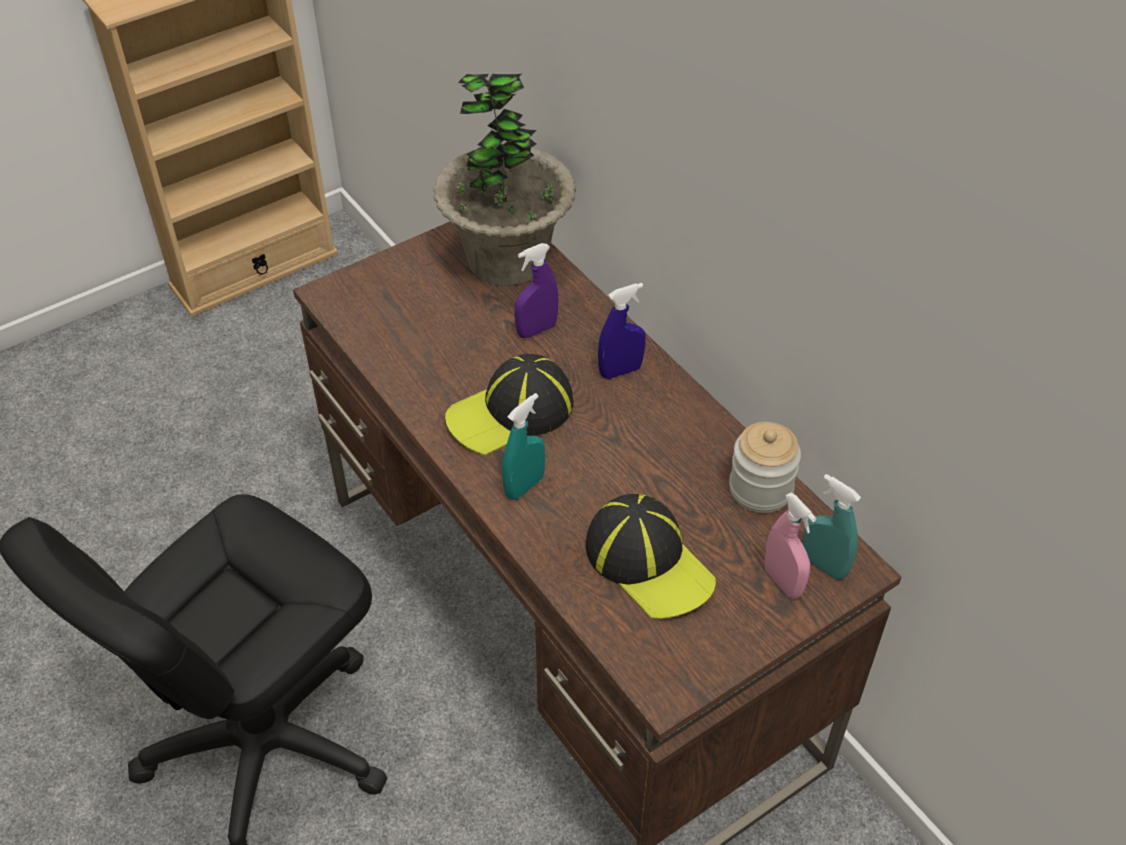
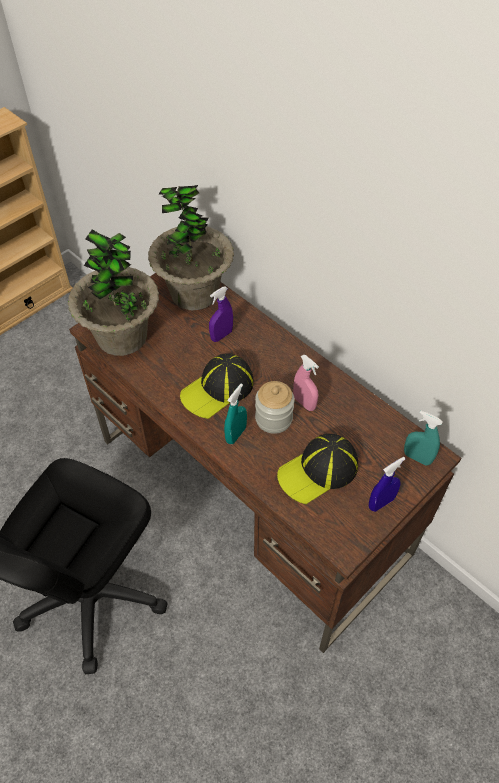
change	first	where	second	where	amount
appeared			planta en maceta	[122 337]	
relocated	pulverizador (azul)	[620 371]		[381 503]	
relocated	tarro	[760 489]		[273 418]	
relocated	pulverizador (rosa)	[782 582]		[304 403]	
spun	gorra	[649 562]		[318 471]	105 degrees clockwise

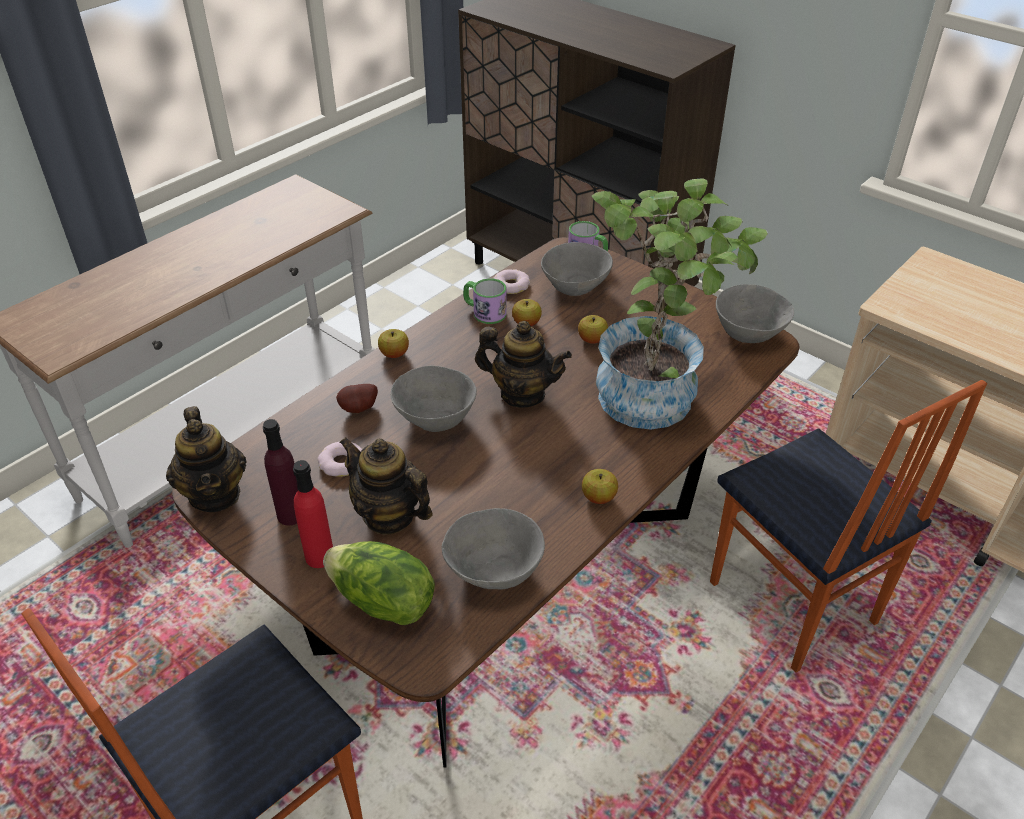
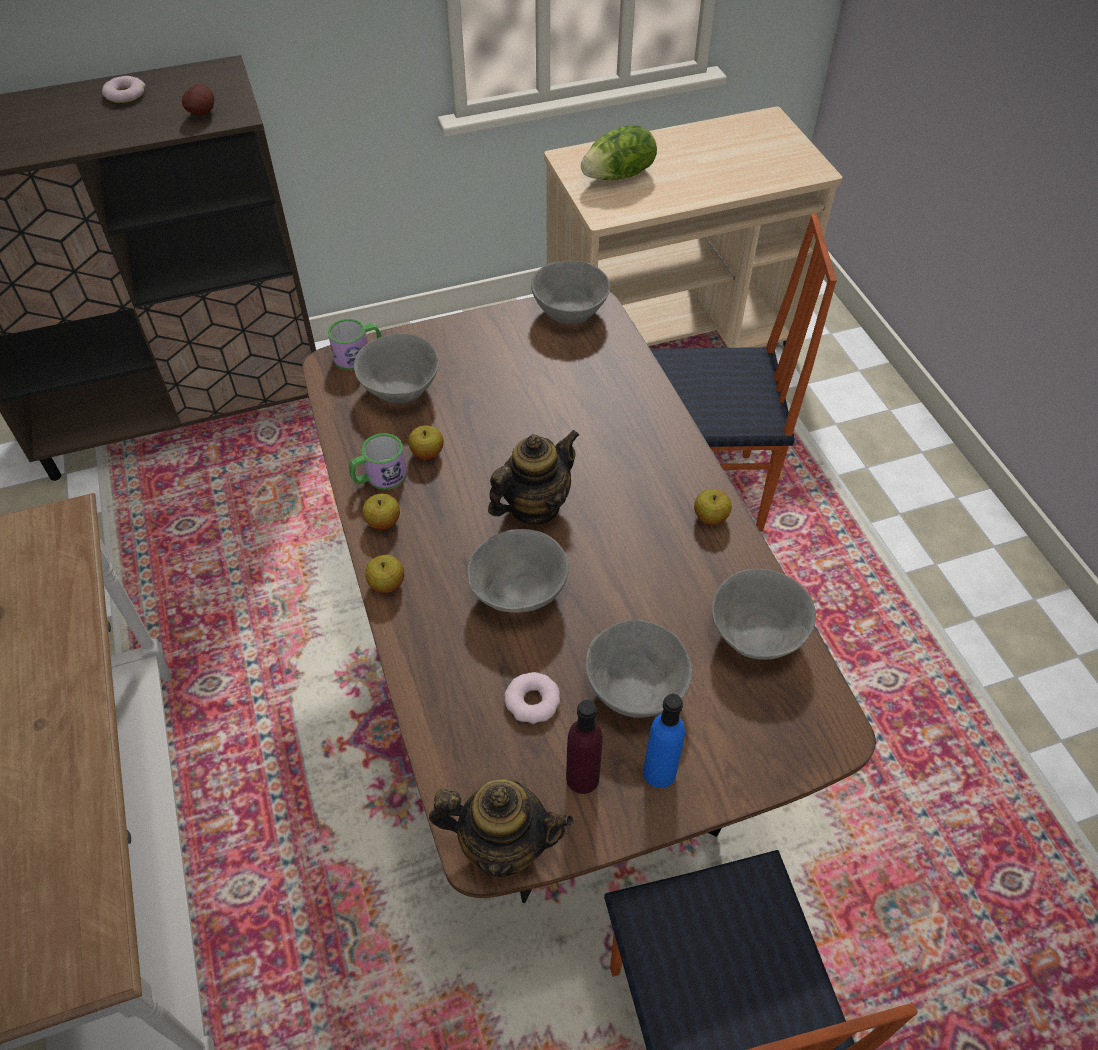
change	first	where	second	where	amount
missing	planta en maceta	[657 391]			
relocated	lechuga	[382 603]		[619 175]	
relocated	patata	[360 409]		[203 113]	
relocated	rosquilla	[511 285]		[125 94]	
relocated	manzana	[592 340]		[383 522]	
exchanged	tetera	[389 515]	cuenco (gris)	[636 689]	
colour	botella (rojo)	[319 556]	botella (azul)	[659 772]	

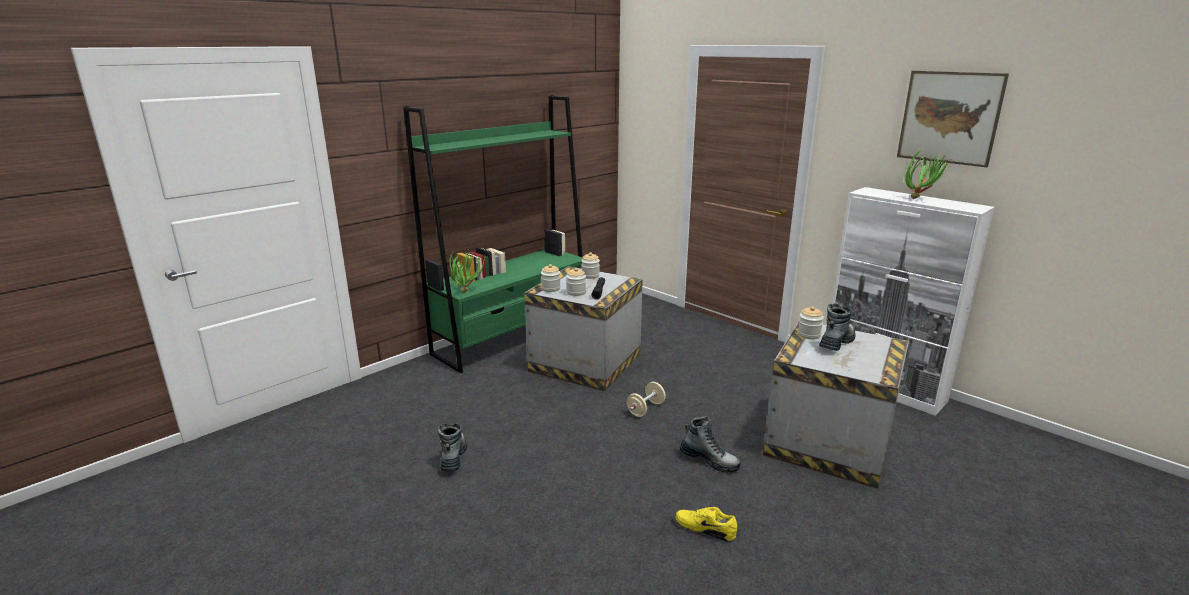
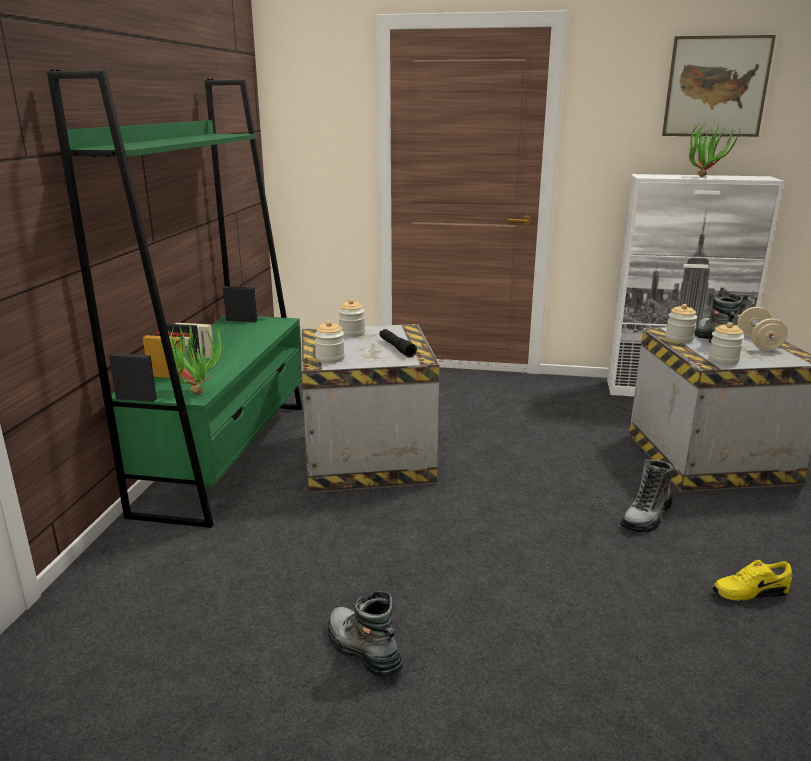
change	first	where	second	where	amount
relocated	tarro	[576 292]		[723 360]	
relocated	mancuerna (beis)	[645 409]		[758 343]	
spun	bota	[709 460]		[646 517]	135 degrees clockwise

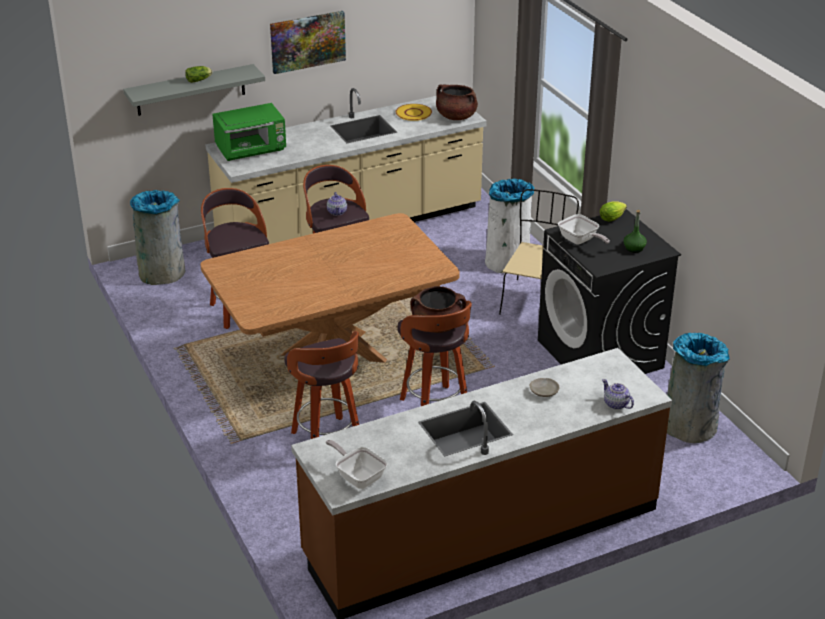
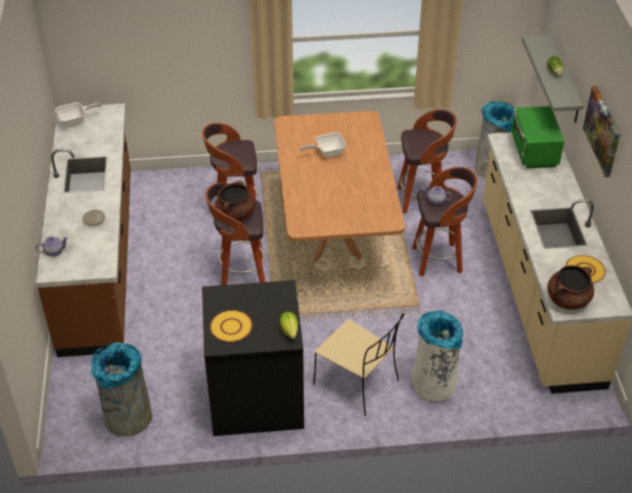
change	first	where	second	where	amount
relocated	sartén	[580 241]		[327 153]	
exchanged	botella (verde)	[634 248]	plato (amarillo)	[231 327]	

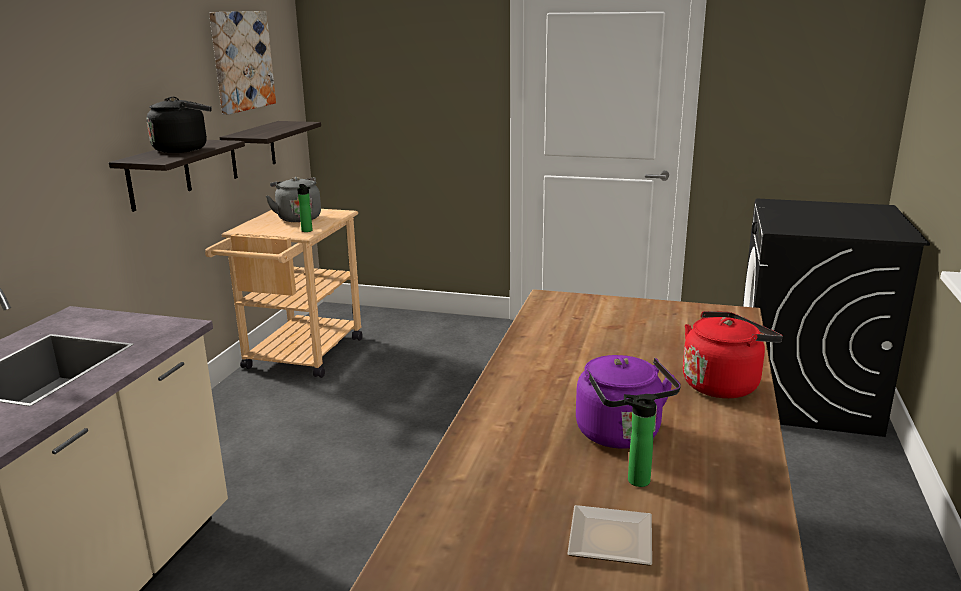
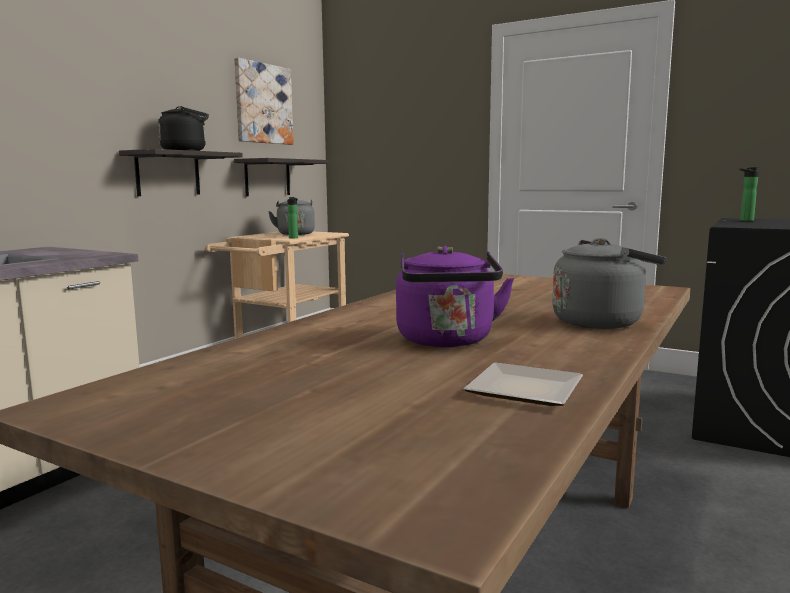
change	first	where	second	where	amount
relocated	plato	[613 538]		[529 389]	
relocated	botella	[635 480]		[744 220]	
colour	hervidor (rojo)	[723 384]	hervidor (gris)	[601 322]	

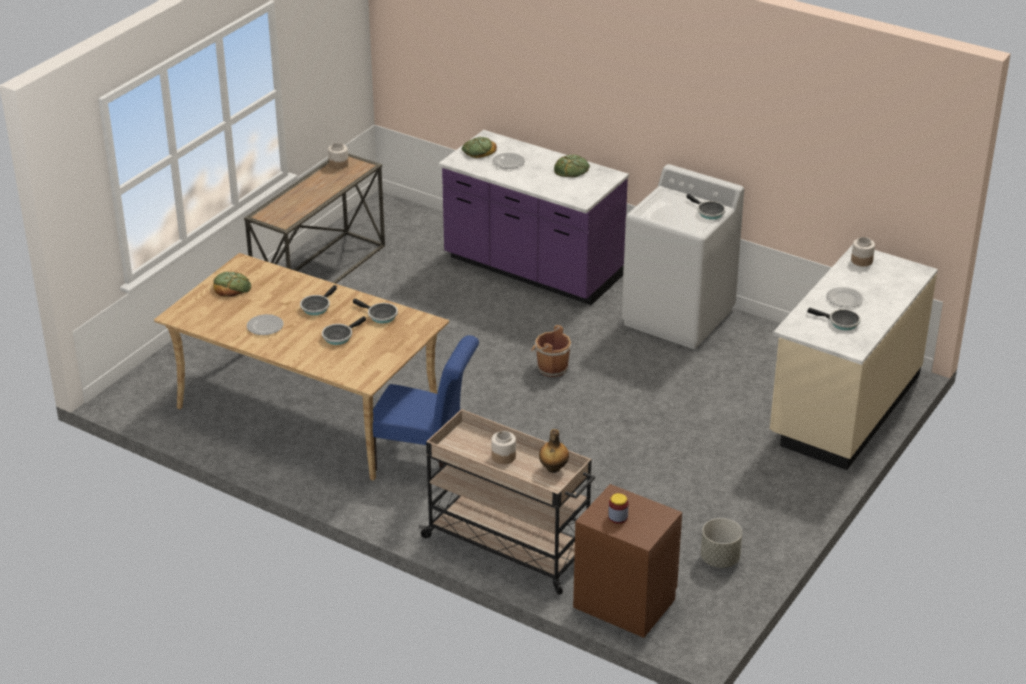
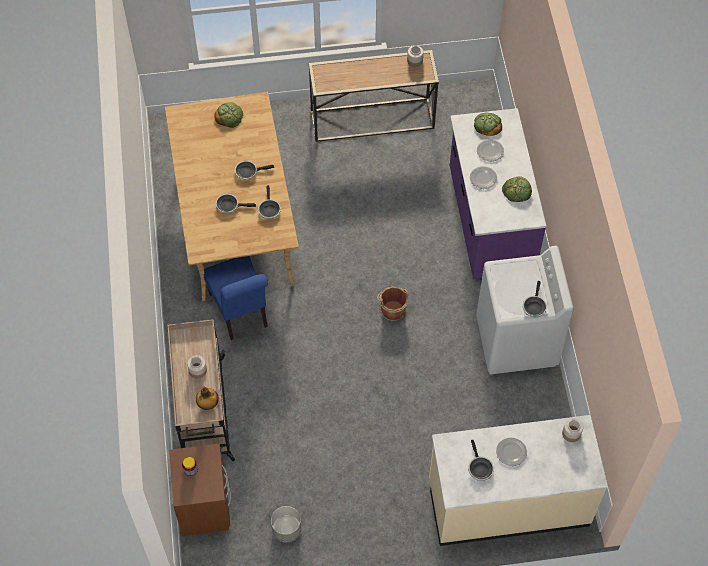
change	first	where	second	where	amount
relocated	plato	[265 326]		[483 178]	

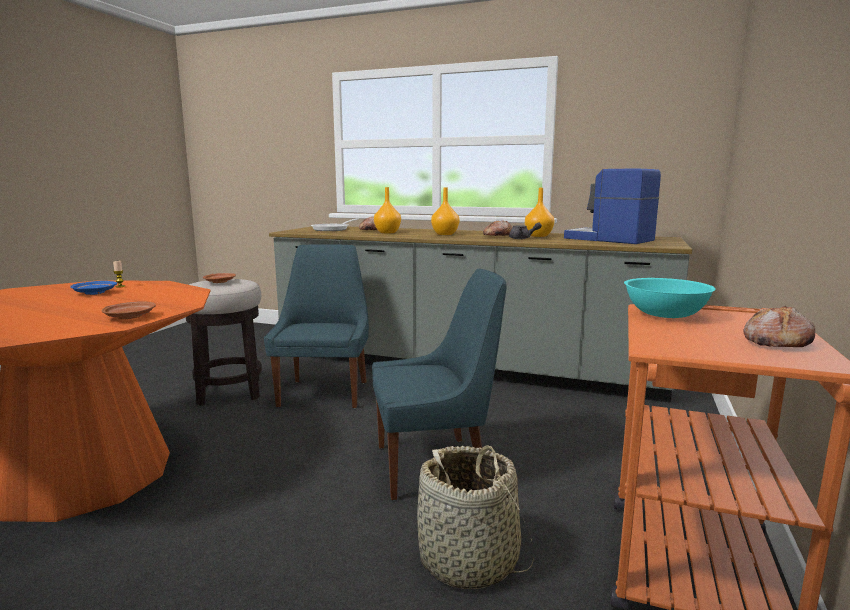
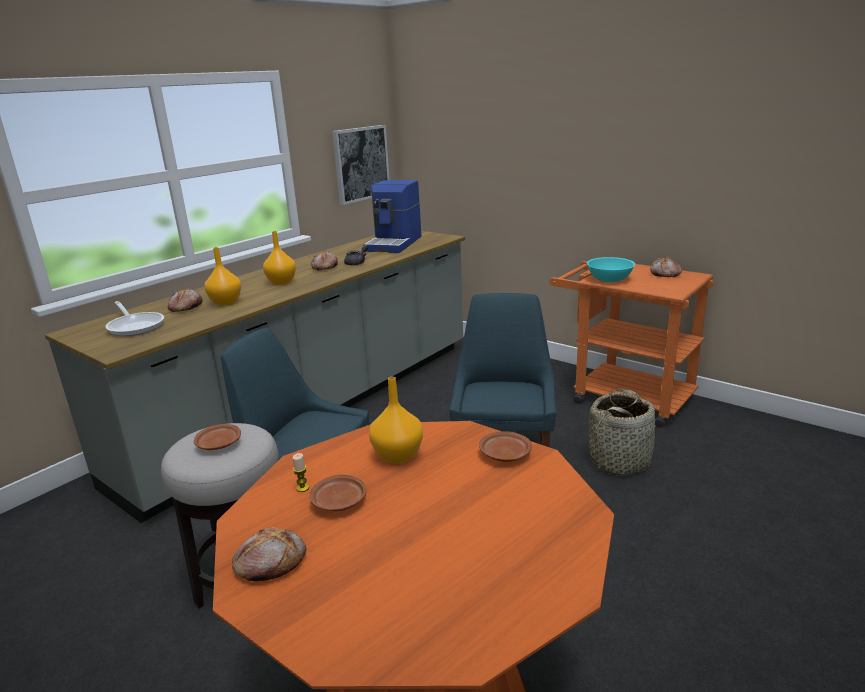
change	first	where	second	where	amount
appeared			pan	[270 563]	
appeared			cuadro	[361 164]	
relocated	florero (naranja)	[538 236]		[396 455]	
colour	plato (azul)	[94 293]	plato (marrón)	[339 502]	
spun	cafetera	[609 239]		[394 243]	45 degrees counterclockwise

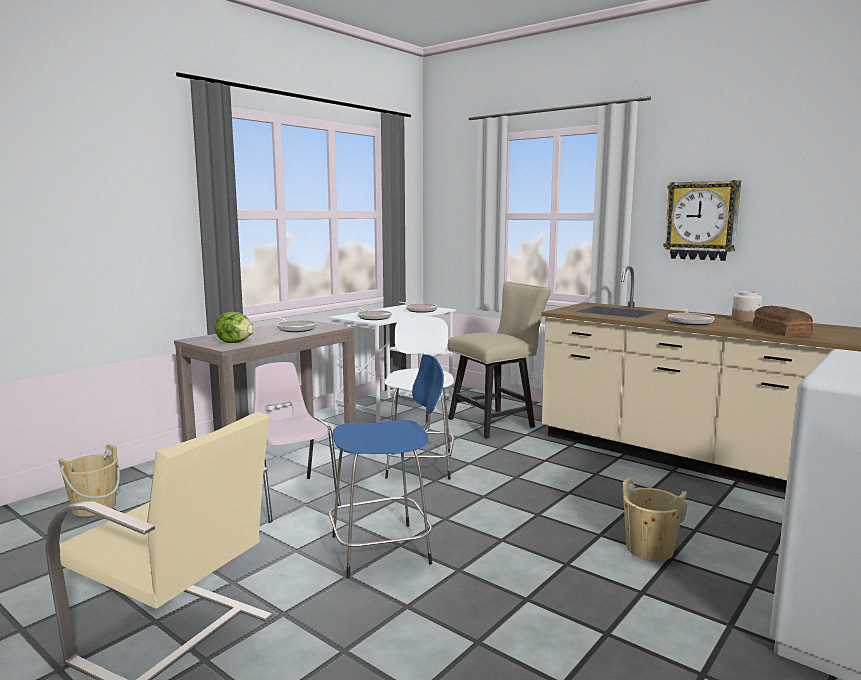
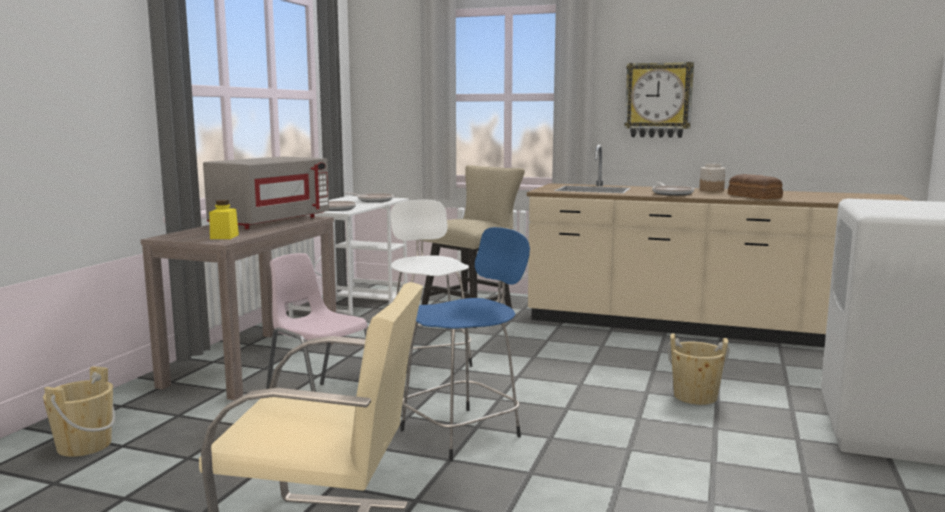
change	first	where	second	where	amount
exchanged	lechuga	[235 342]	tarro (amarillo)	[224 237]	
exchanged	sartén	[296 329]	microondas (gris)	[270 222]	

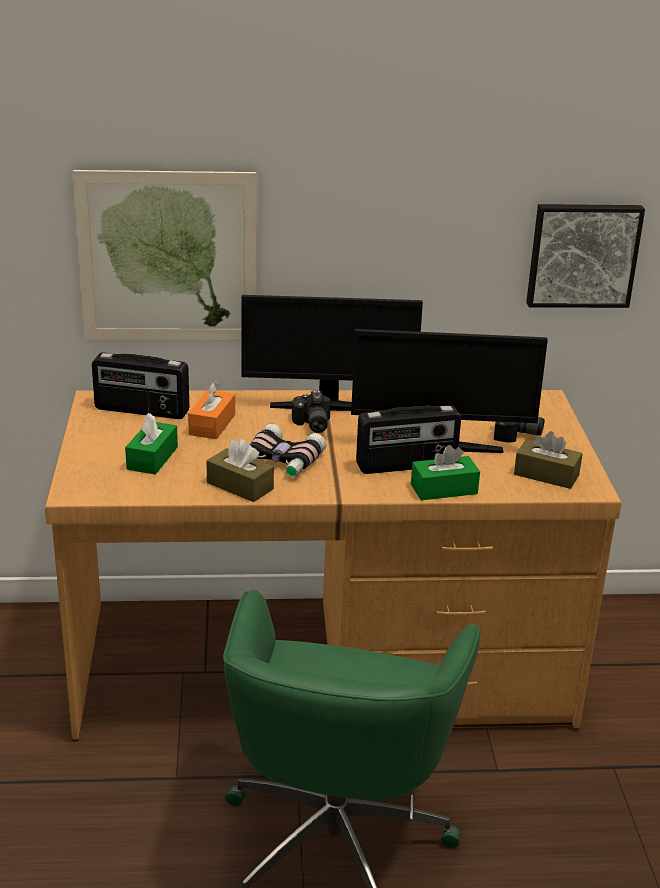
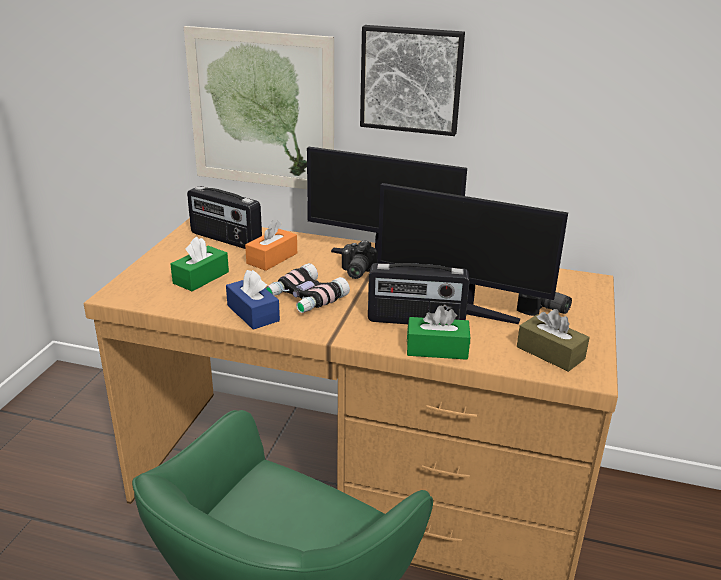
change	first	where	second	where	amount
relocated	cuadro	[582 254]		[411 79]	
colour	caja de pañuelos (marrón)	[240 486]	caja de pañuelos (azul)	[253 313]	

